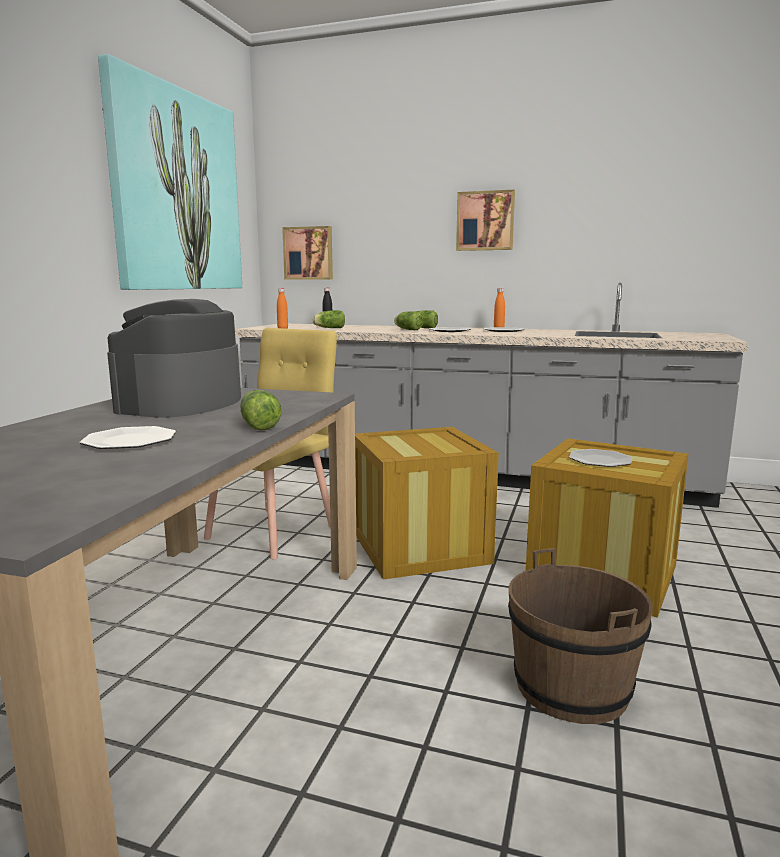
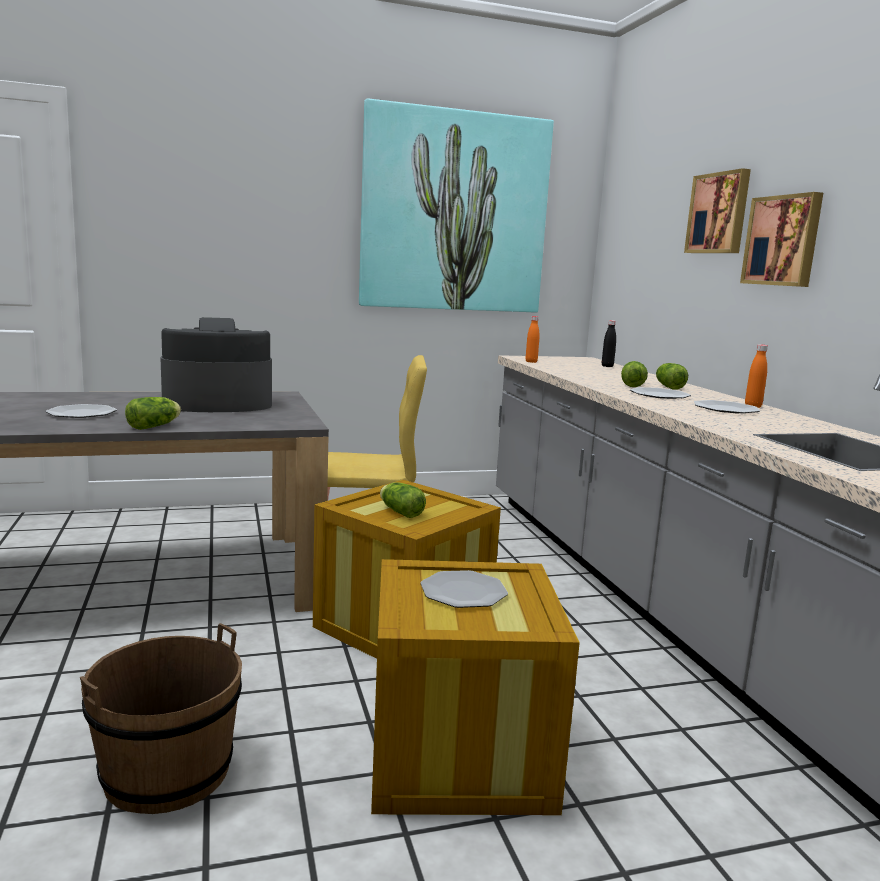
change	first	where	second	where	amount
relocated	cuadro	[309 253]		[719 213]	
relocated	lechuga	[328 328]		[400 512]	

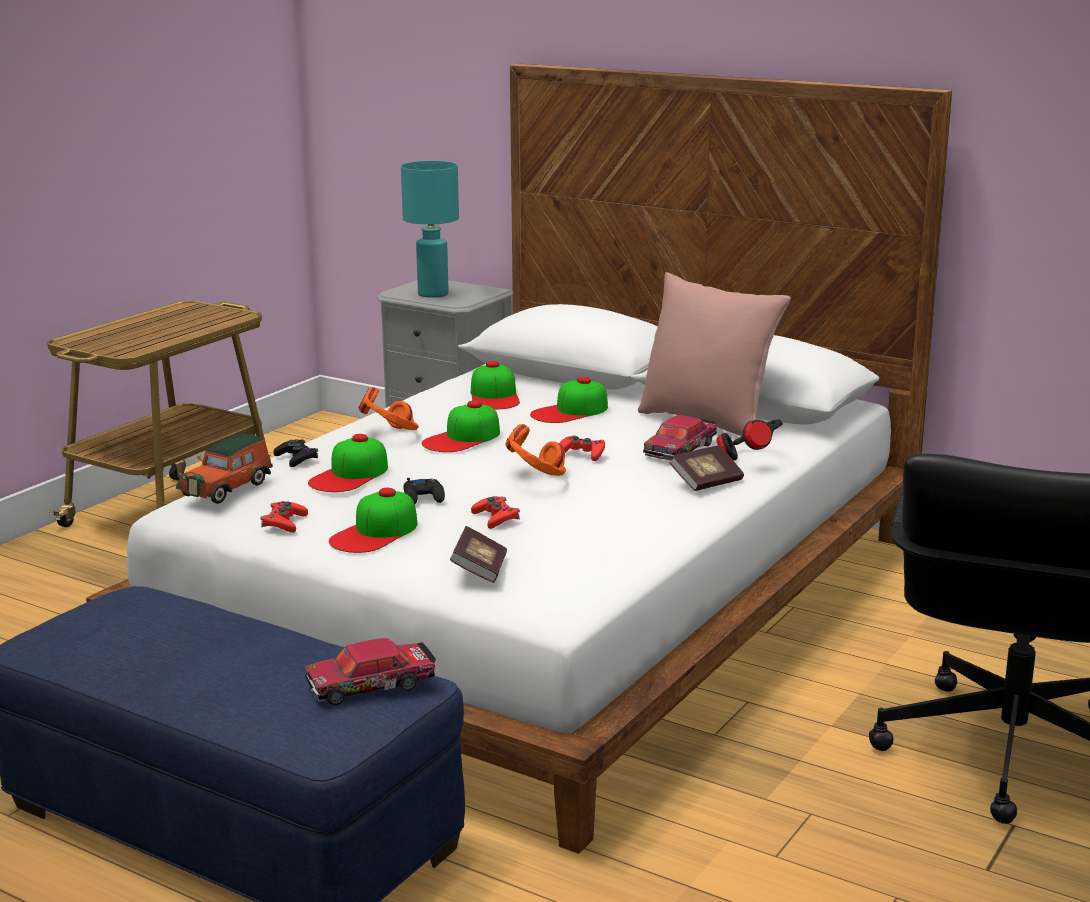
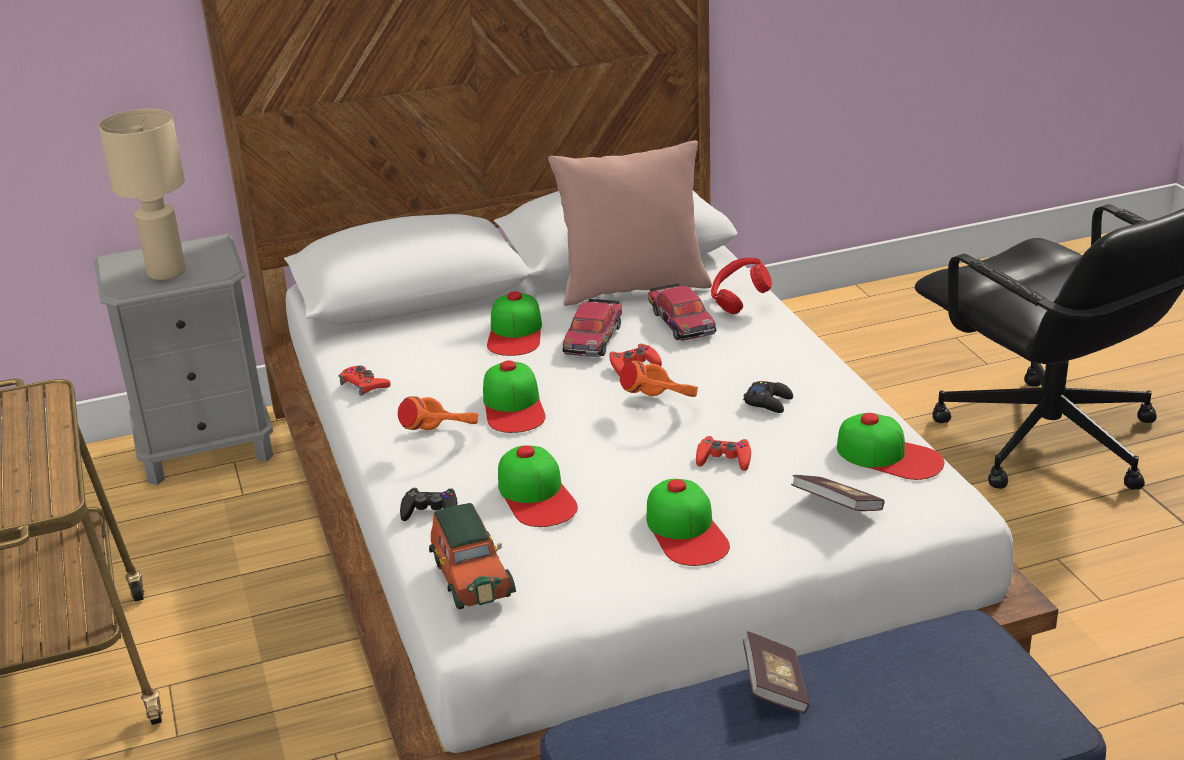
change	first	where	second	where	amount
relocated	mando de consola (rojo)	[284 523]		[364 385]	
relocated	coche de juguete	[371 685]		[594 338]	
relocated	mando de consola (negro)	[424 497]		[769 402]	
relocated	gorra	[494 396]		[889 455]	
relocated	libro	[706 482]		[775 688]	
colour	lámpara de mesa (turquesa)	[434 294]	lámpara de mesa (beis)	[168 272]	
colour	auriculares (negro)	[751 458]	auriculares (rojo)	[738 303]	

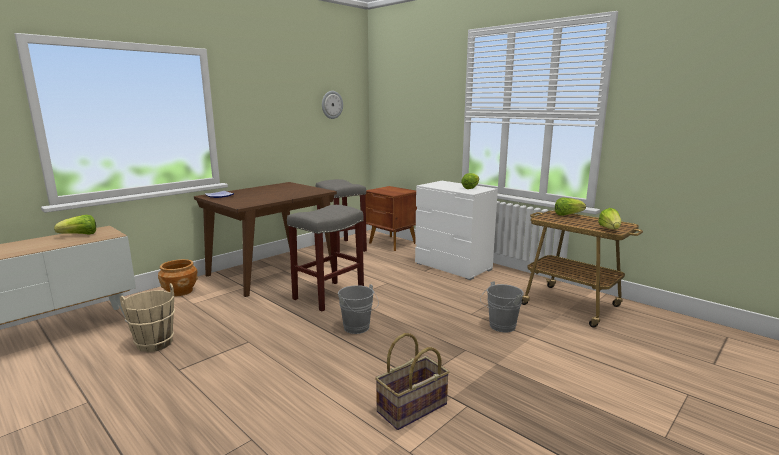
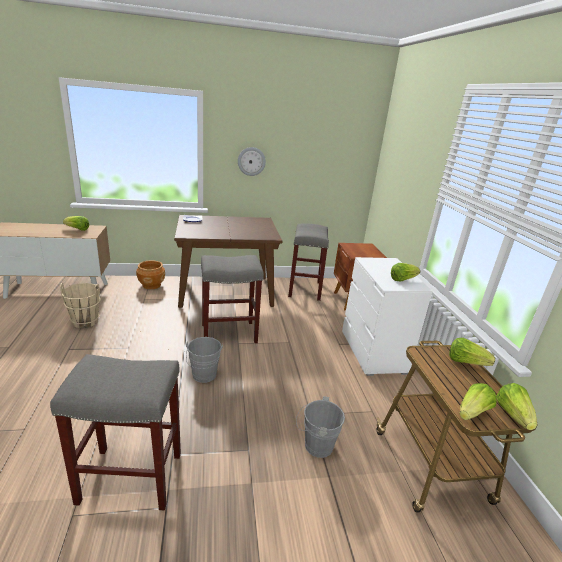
change	first	where	second	where	amount
appeared			lechuga	[513 415]	
relocated	reloj de pared	[331 104]		[251 161]	
exchanged	cesta	[412 408]	taburete (gris)	[129 478]	

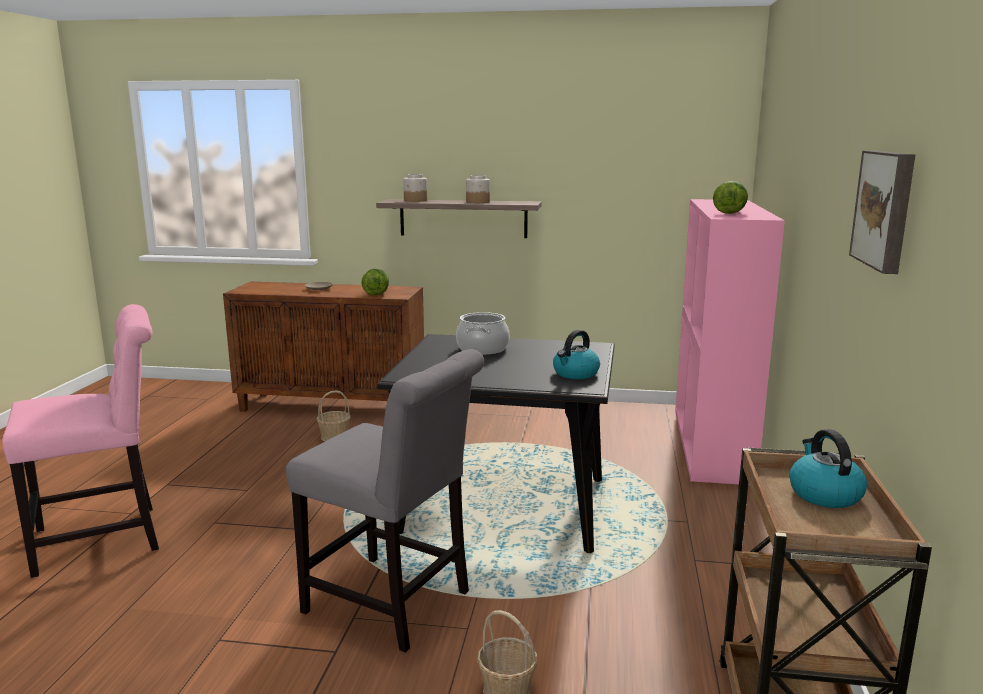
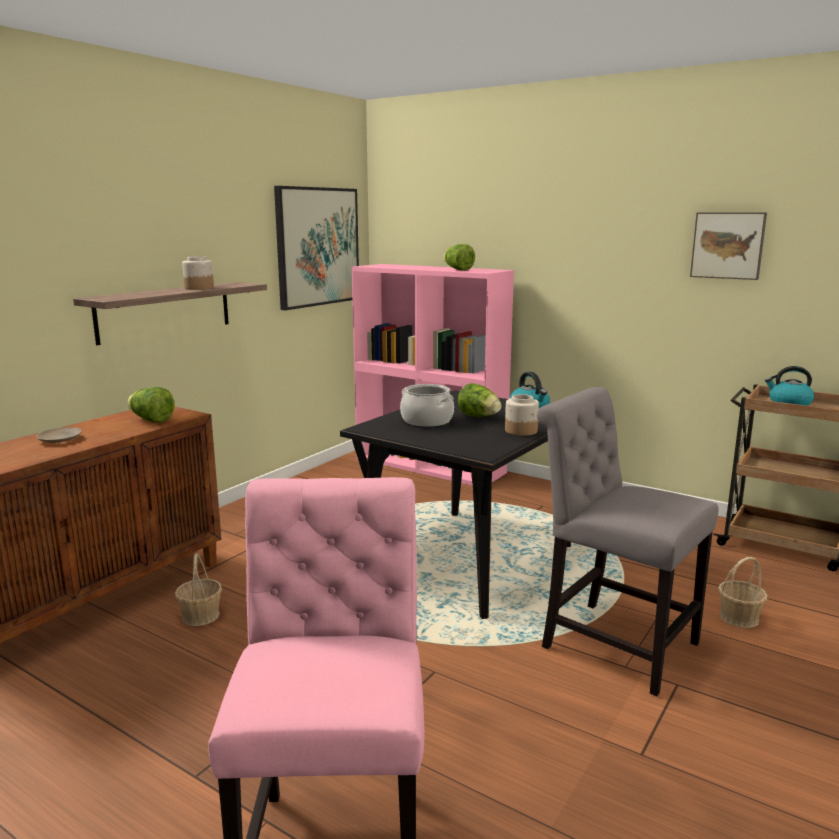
change	first	where	second	where	amount
appeared			cuadro	[317 247]	
appeared			lechuga	[479 417]	
relocated	tarro	[415 200]		[521 431]	
spun	silla (gris)	[394 605]		[612 642]	105 degrees counterclockwise

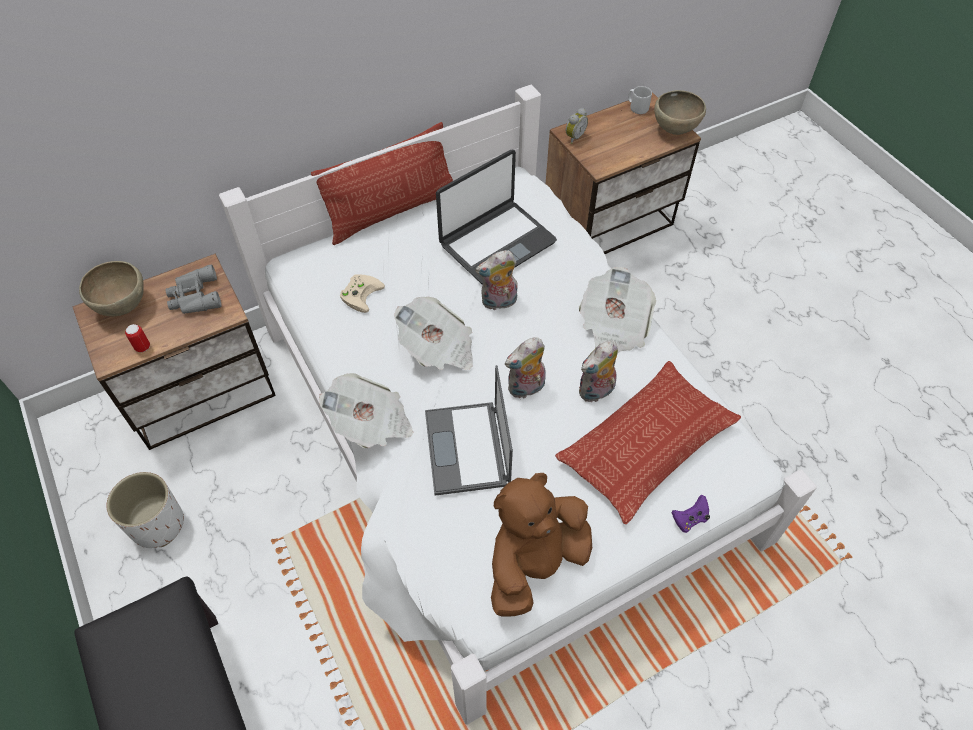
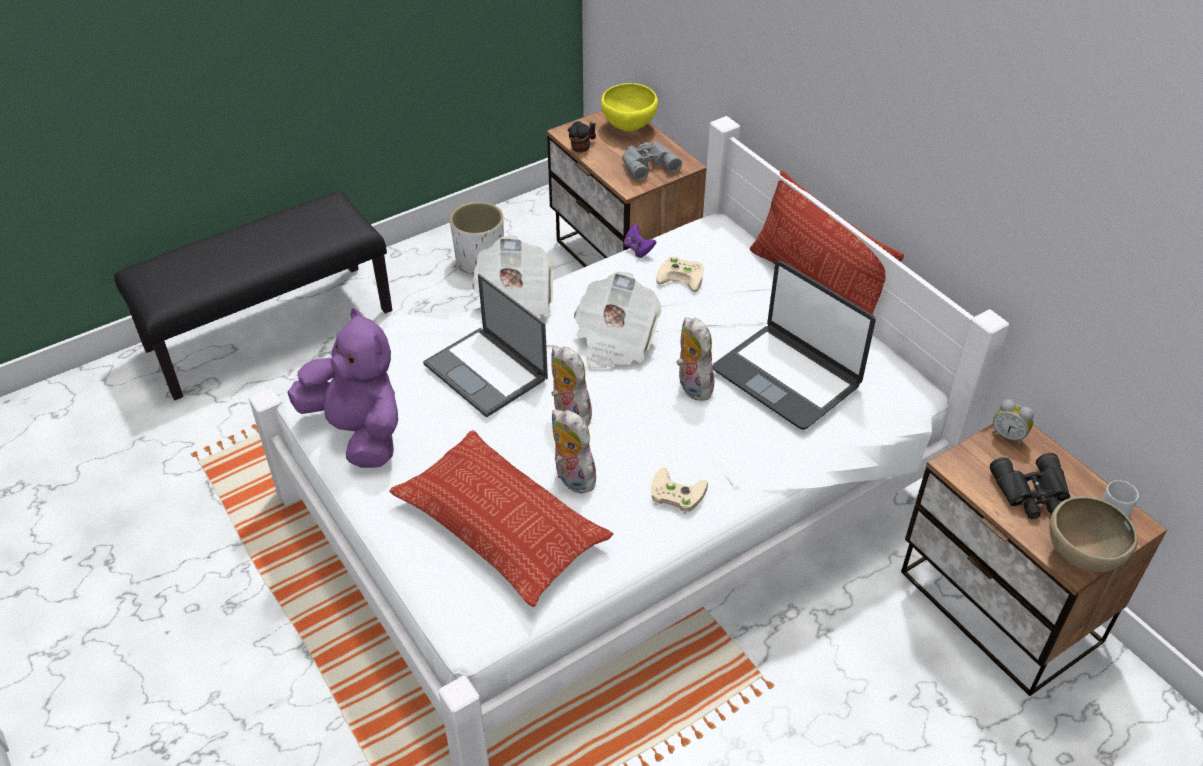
change	first	where	second	where	amount
appeared			prismáticos (negro)	[1032 493]	
relocated	mando de consola (morado)	[689 519]		[638 250]	
exchanged	lata	[142 347]	taza grande	[583 147]	
exchanged	periódico	[613 326]	mando de consola (beis)	[674 494]	
colour	cuenco (marrón)	[122 305]	cuenco (amarillo)	[629 127]	
colour	peluche (marrón)	[534 563]	peluche (morado)	[358 432]	
spun	portátil	[467 449]		[487 372]	120 degrees counterclockwise

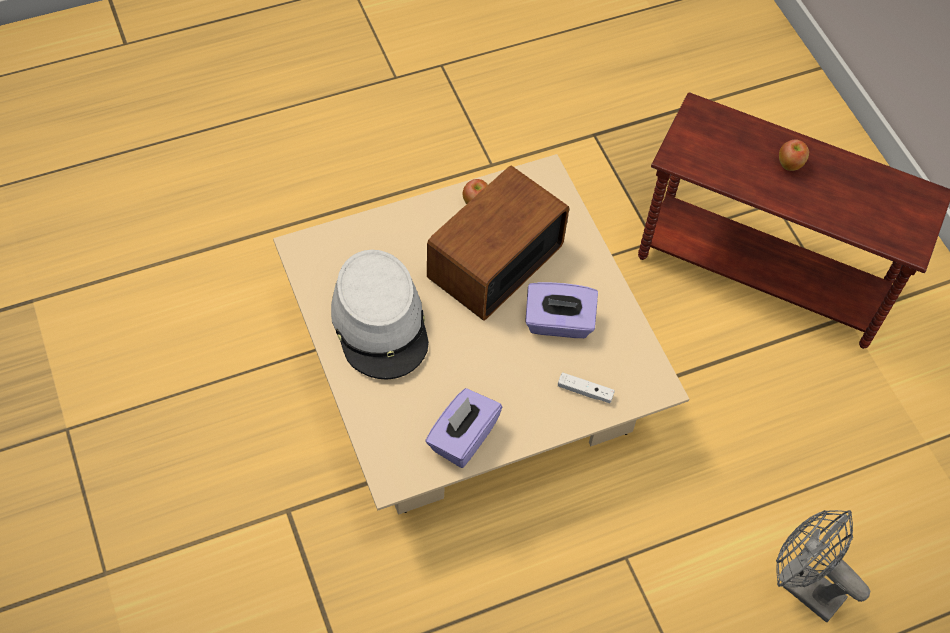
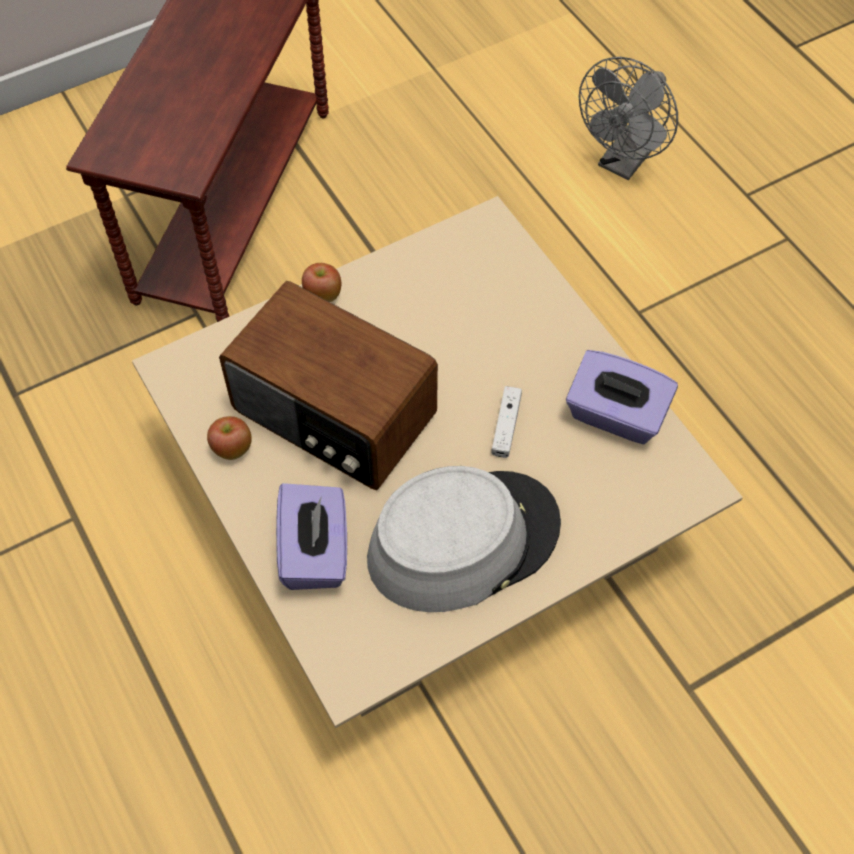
change	first	where	second	where	amount
relocated	caja de pañuelos (morado)	[558 323]		[315 552]	
relocated	mando de consola (blanco)	[585 391]		[506 426]	
relocated	manzana	[790 164]		[323 295]	

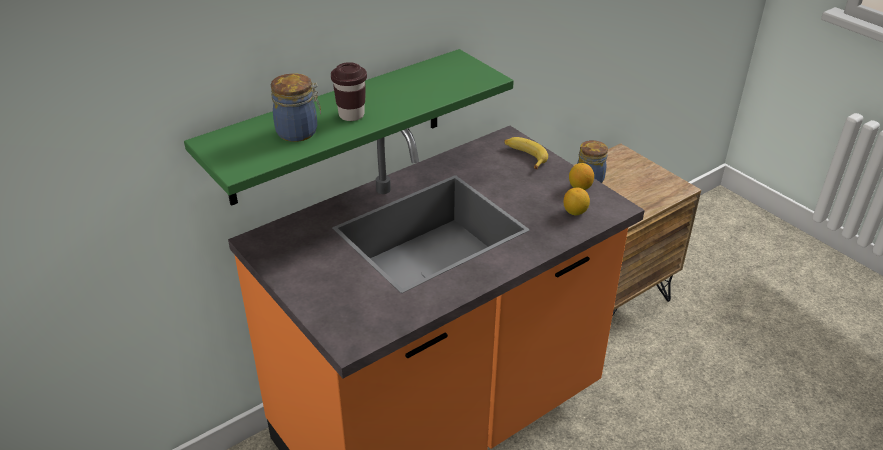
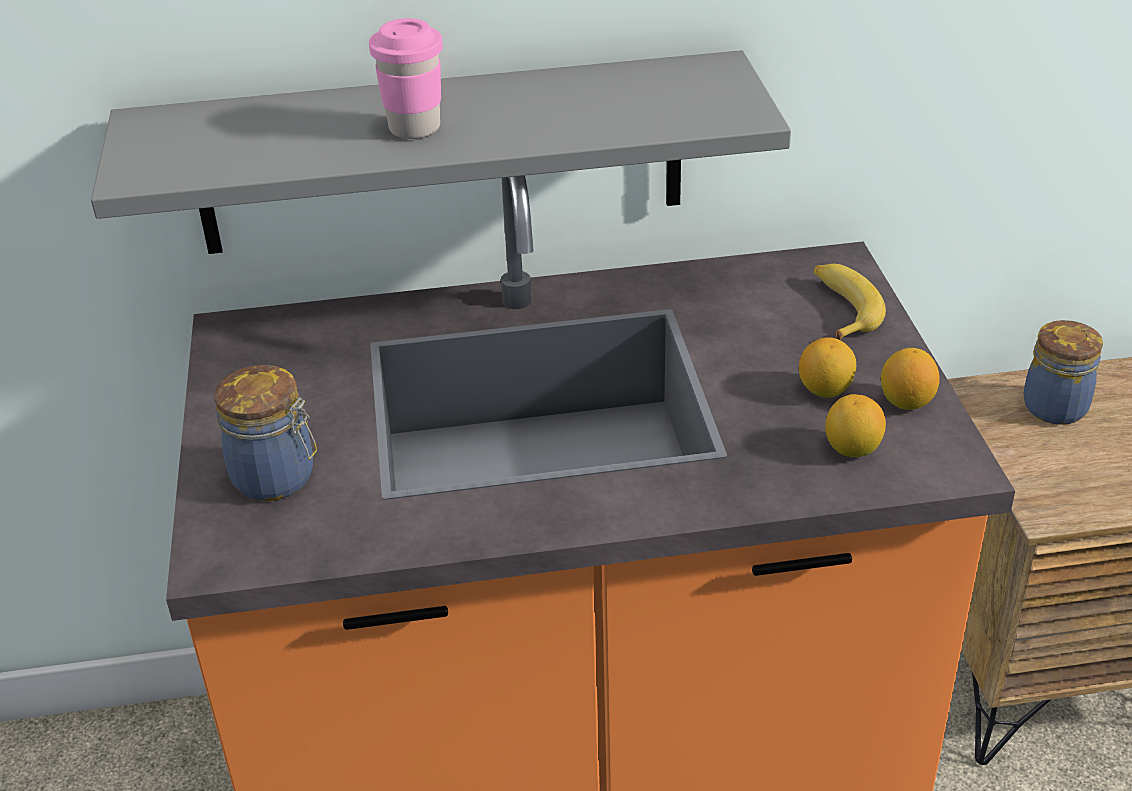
change	first	where	second	where	amount
appeared			limón	[825 390]	
relocated	tarro	[299 132]		[277 478]	
colour	estante (verde)	[337 127]	estante (gris)	[441 154]	
colour	taza (marrón)	[351 115]	taza (rosa)	[414 128]	

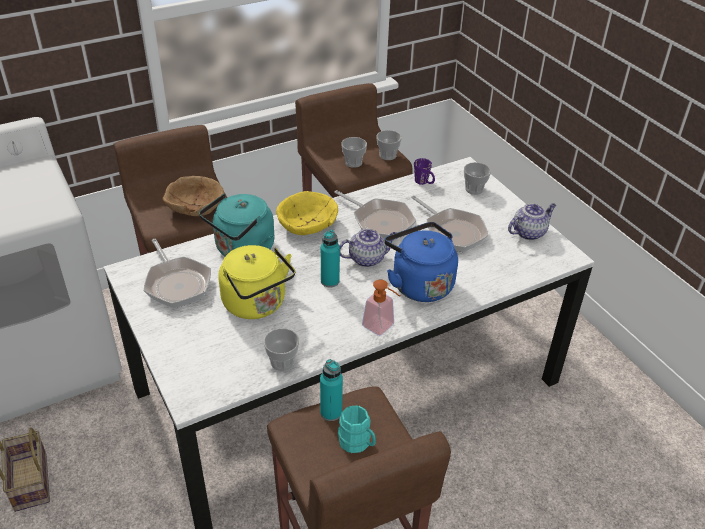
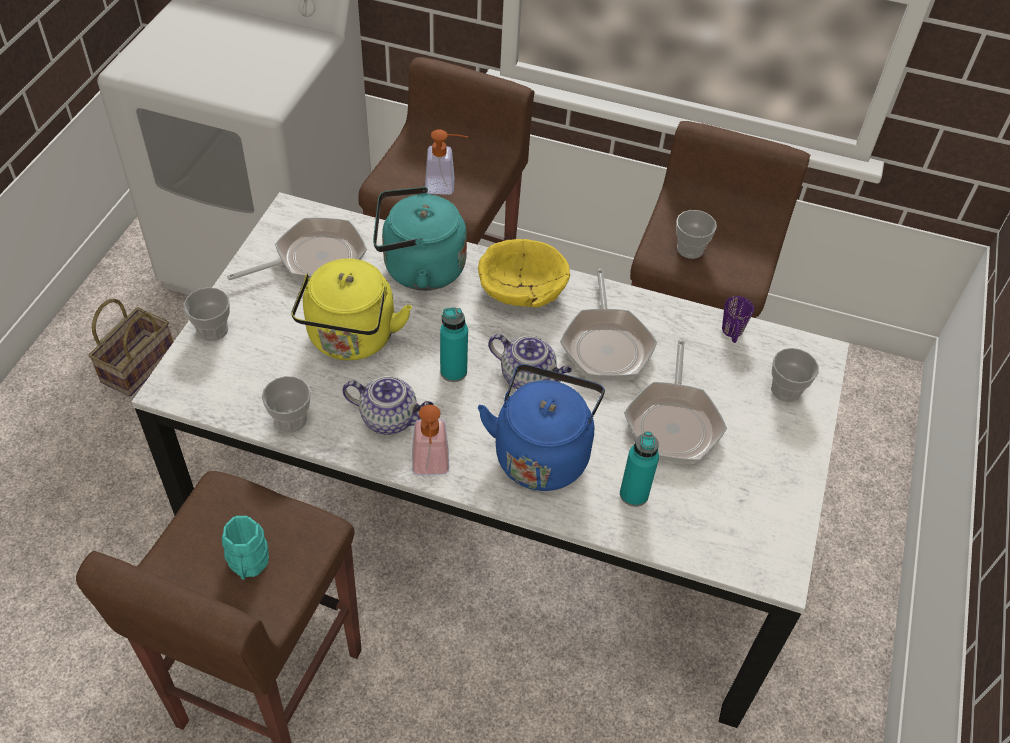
change	first	where	second	where	amount
relocated	botella (turquesa)	[331 412]		[634 494]	
relocated	taza	[387 155]		[213 330]	
relocated	tetera	[529 232]		[390 418]	
exchanged	cuenco (marrón)	[194 207]	dispensador de jabón	[446 186]	
spun	sartén	[177 283]		[314 259]	135 degrees counterclockwise

